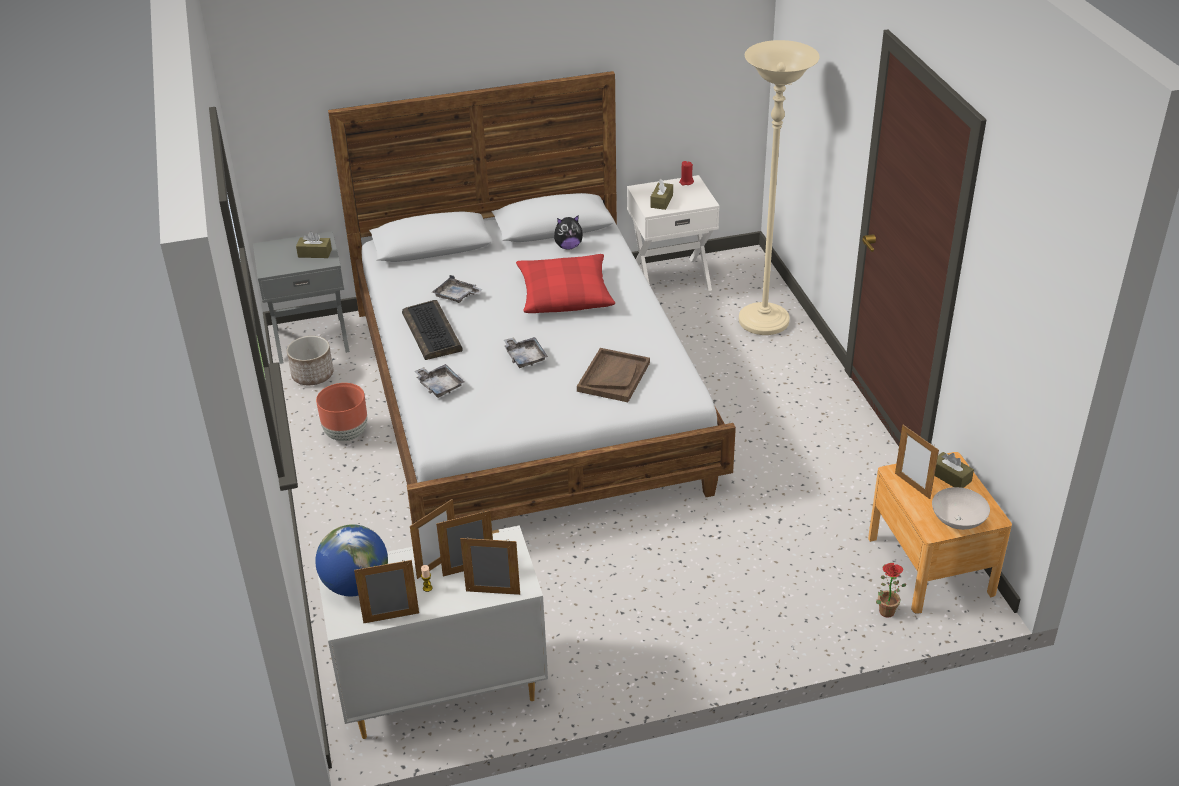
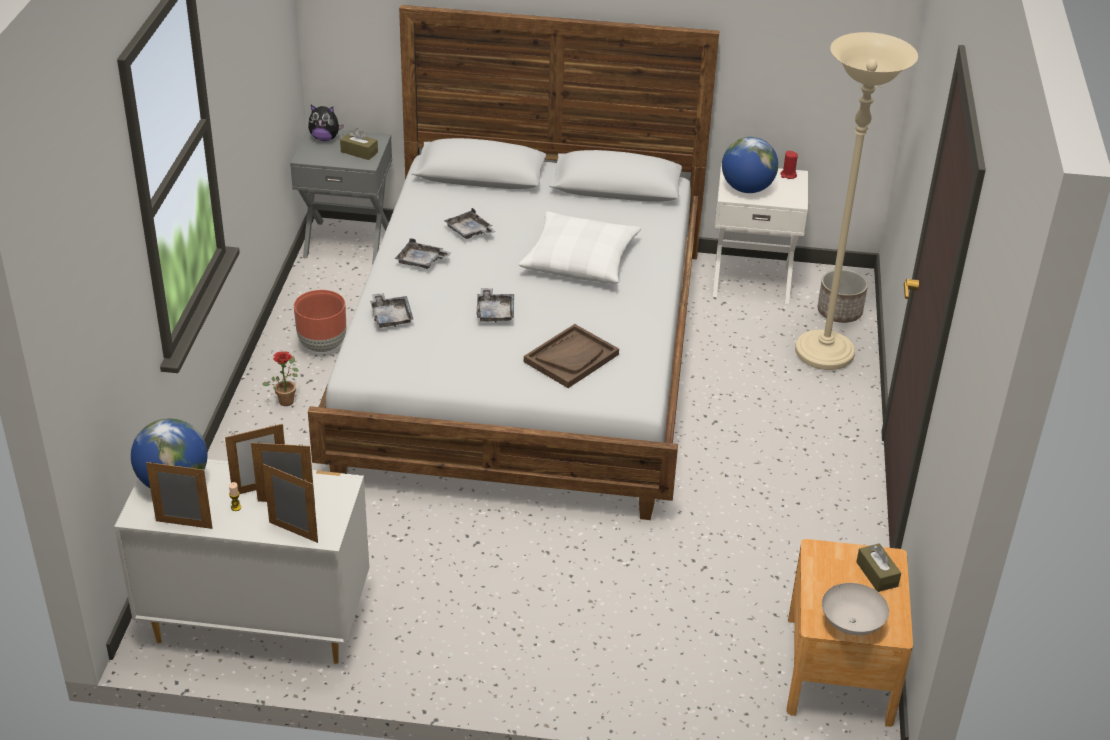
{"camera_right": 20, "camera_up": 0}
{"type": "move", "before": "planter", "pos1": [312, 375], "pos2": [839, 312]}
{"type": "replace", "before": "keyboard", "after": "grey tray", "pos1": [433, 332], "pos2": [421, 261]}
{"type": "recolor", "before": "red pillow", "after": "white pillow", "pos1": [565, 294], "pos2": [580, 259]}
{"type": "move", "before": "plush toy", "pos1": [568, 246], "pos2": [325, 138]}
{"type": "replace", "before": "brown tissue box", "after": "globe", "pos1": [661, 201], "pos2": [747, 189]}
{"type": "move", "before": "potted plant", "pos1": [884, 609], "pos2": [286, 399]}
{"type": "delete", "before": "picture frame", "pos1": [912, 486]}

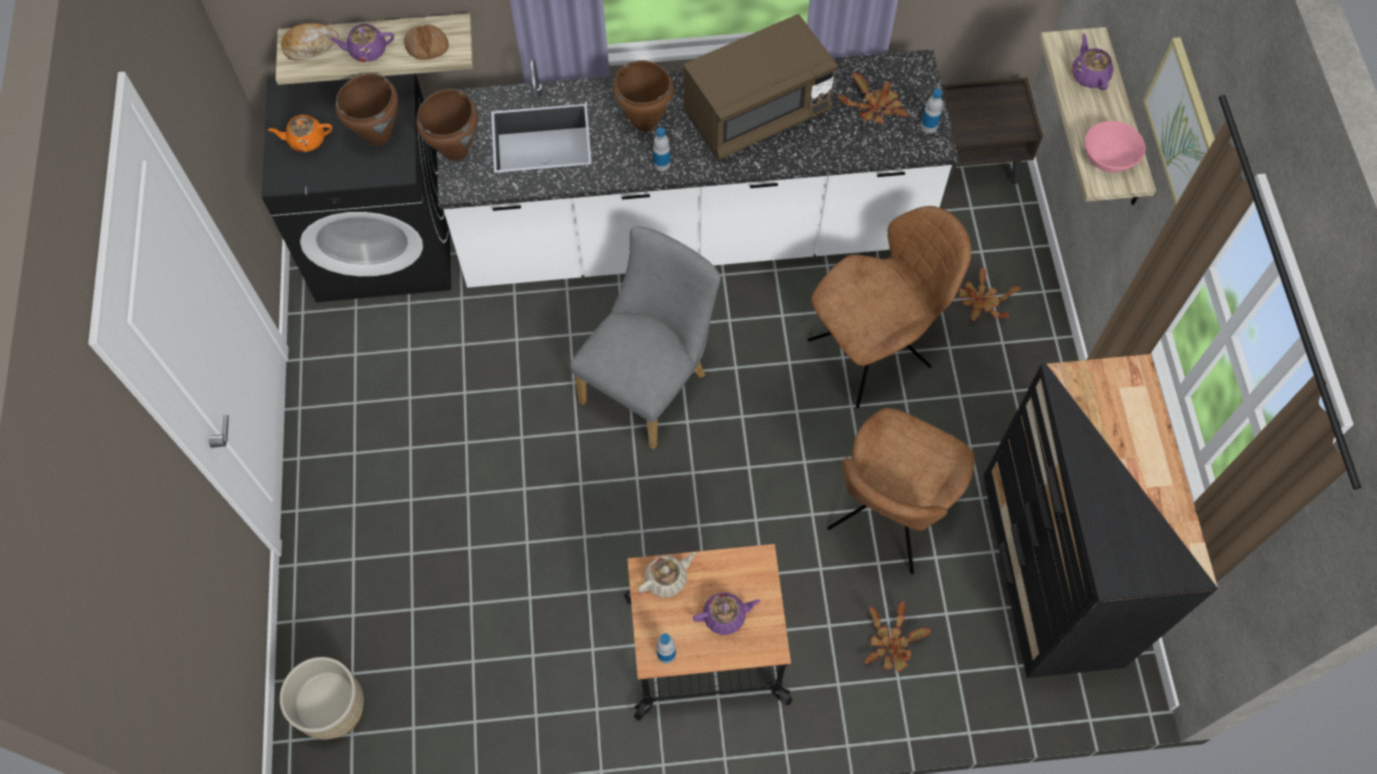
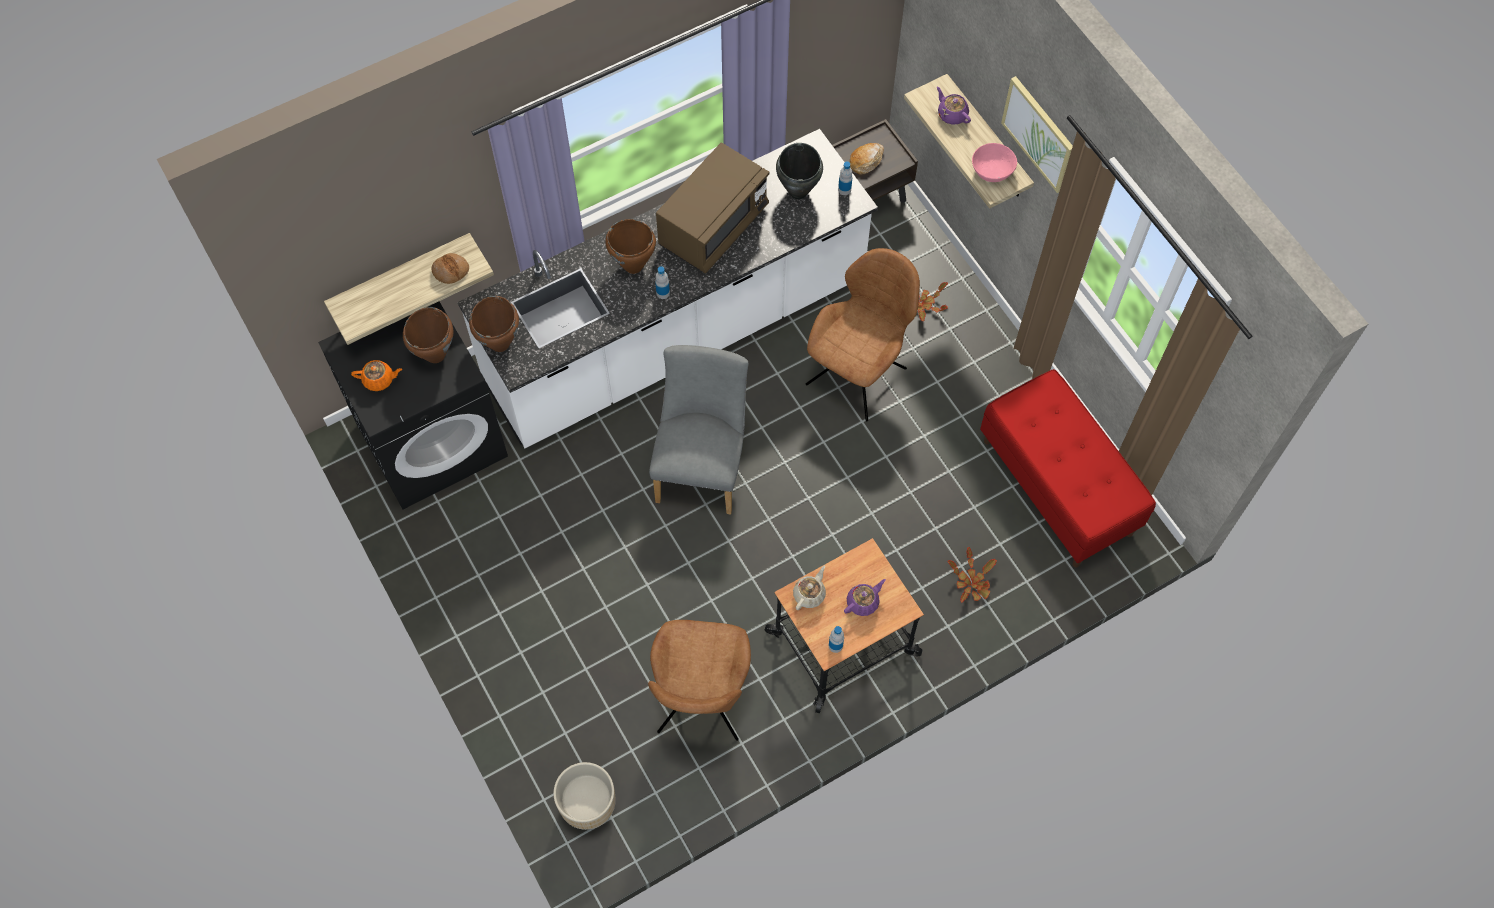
{"camera_right": -25, "camera_up": 0}
{"type": "rotate", "before": "orange teapot", "pos1": [306, 140], "pos2": [379, 380], "turn": -150}
{"type": "move", "before": "bread", "pos1": [310, 46], "pos2": [866, 161]}
{"type": "delete", "before": "purple teapot", "pos1": [367, 51]}
{"type": "move", "before": "brown chair", "pos1": [888, 517], "pos2": [701, 702]}
{"type": "replace", "before": "potted plant", "after": "black cooking pot", "pos1": [874, 109], "pos2": [798, 191]}
{"type": "replace", "before": "black dresser", "after": "red bench", "pos1": [1047, 575], "pos2": [1057, 487]}

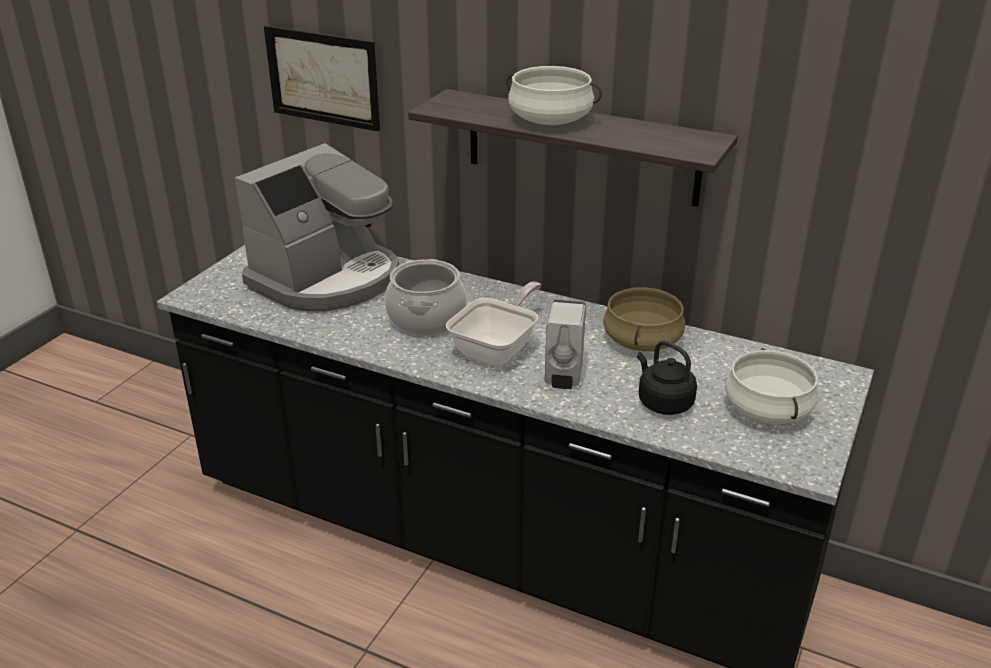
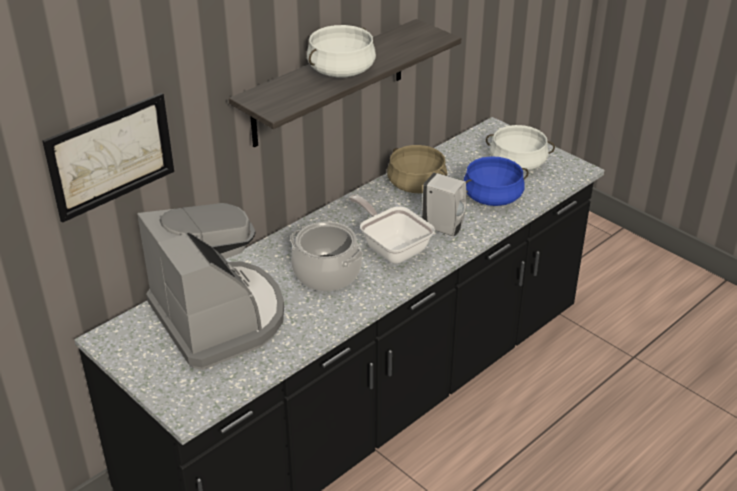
{"camera_right": -70, "camera_up": 5}
{"type": "replace", "before": "black kettle", "after": "blue cooking pot", "pos1": [663, 402], "pos2": [492, 197]}

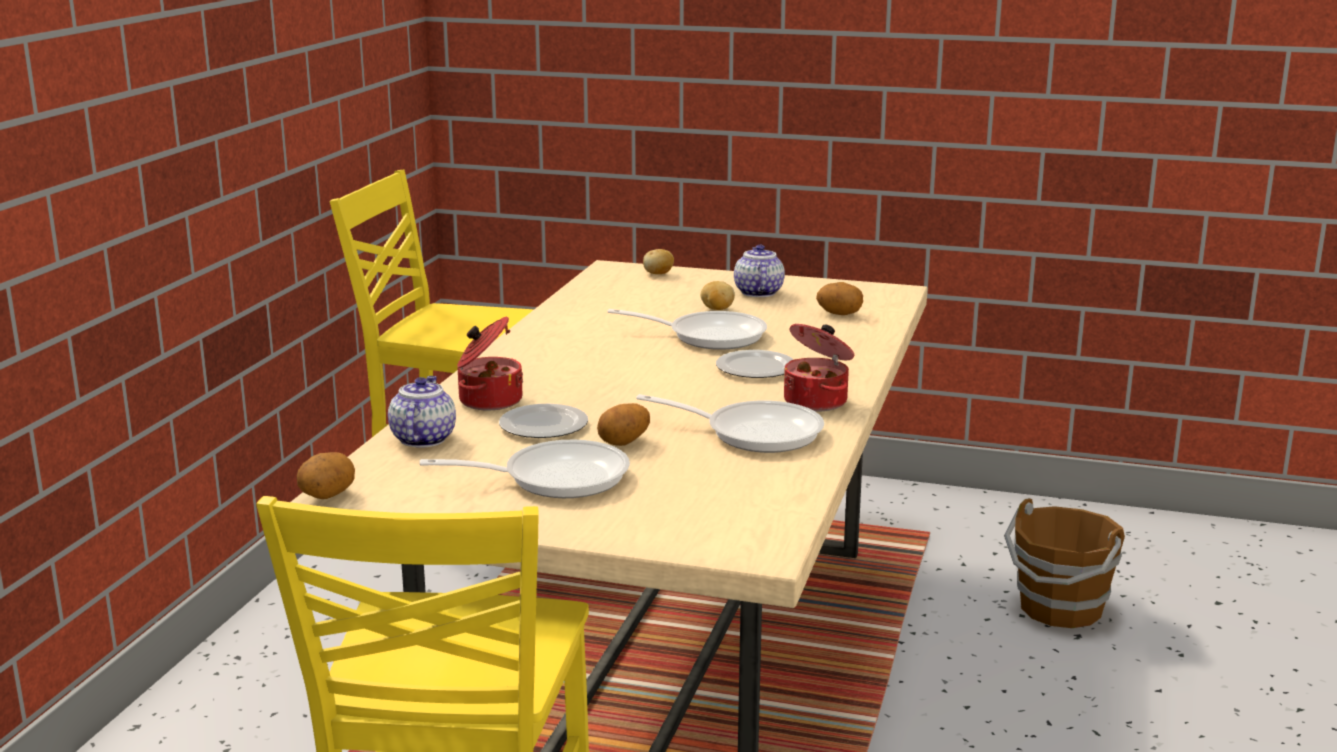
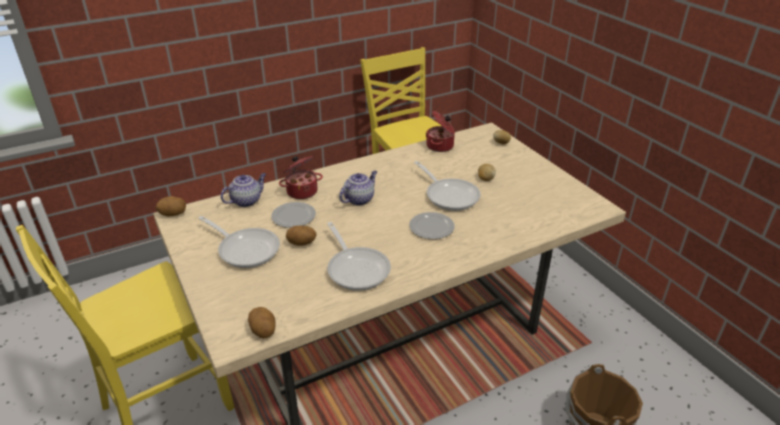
{"camera_right": 45, "camera_up": 15}
{"type": "move", "before": "teapot", "pos1": [757, 292], "pos2": [359, 199]}
{"type": "move", "before": "cooking pot", "pos1": [817, 401], "pos2": [440, 146]}
{"type": "move", "before": "potato", "pos1": [839, 314], "pos2": [263, 331]}

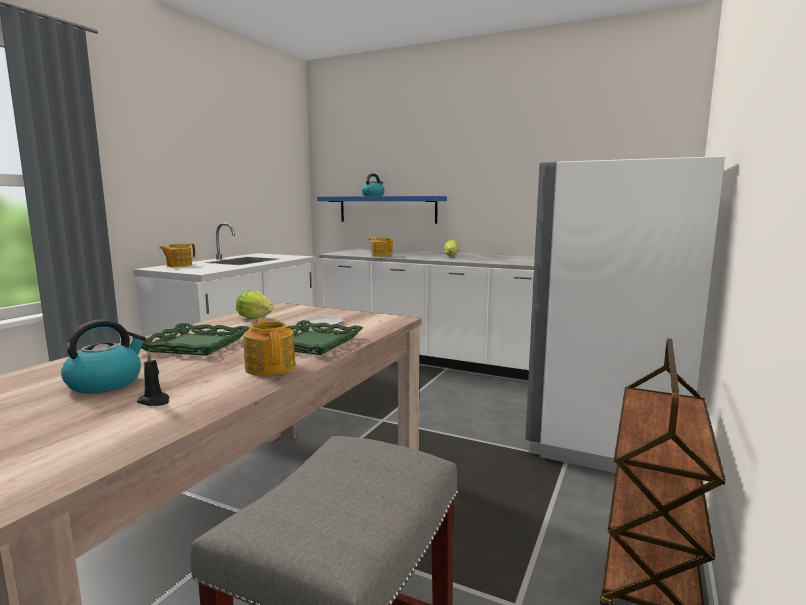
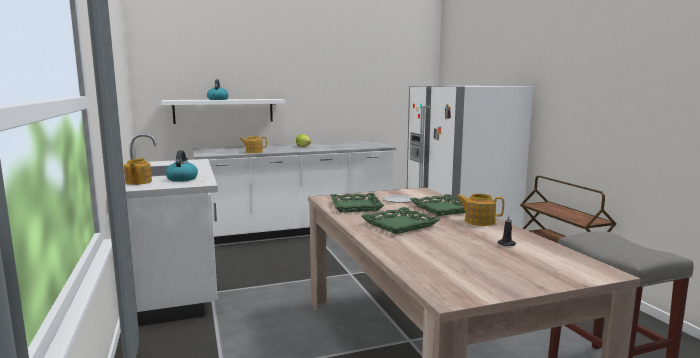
{"camera_right": -45, "camera_up": 0}
{"type": "move", "before": "kettle", "pos1": [106, 383], "pos2": [182, 179]}
{"type": "replace", "before": "lettuce", "after": "green tray", "pos1": [257, 319], "pos2": [355, 206]}
{"type": "recolor", "before": "blue shelf", "after": "white shelf", "pos1": [387, 209], "pos2": [224, 111]}

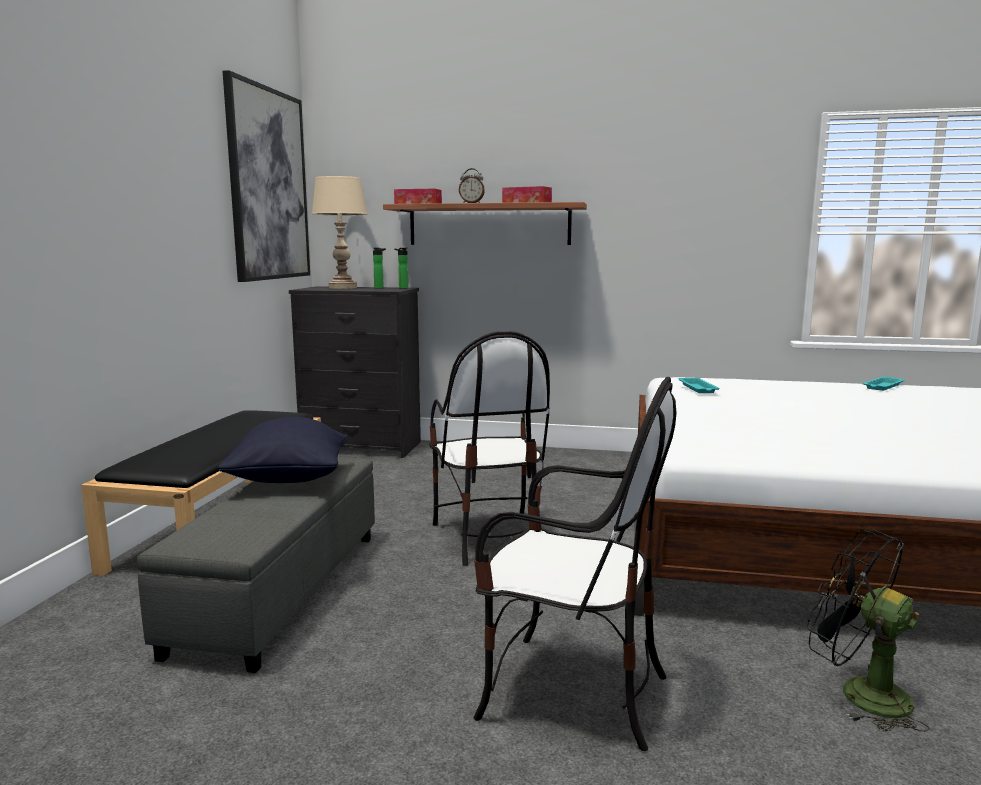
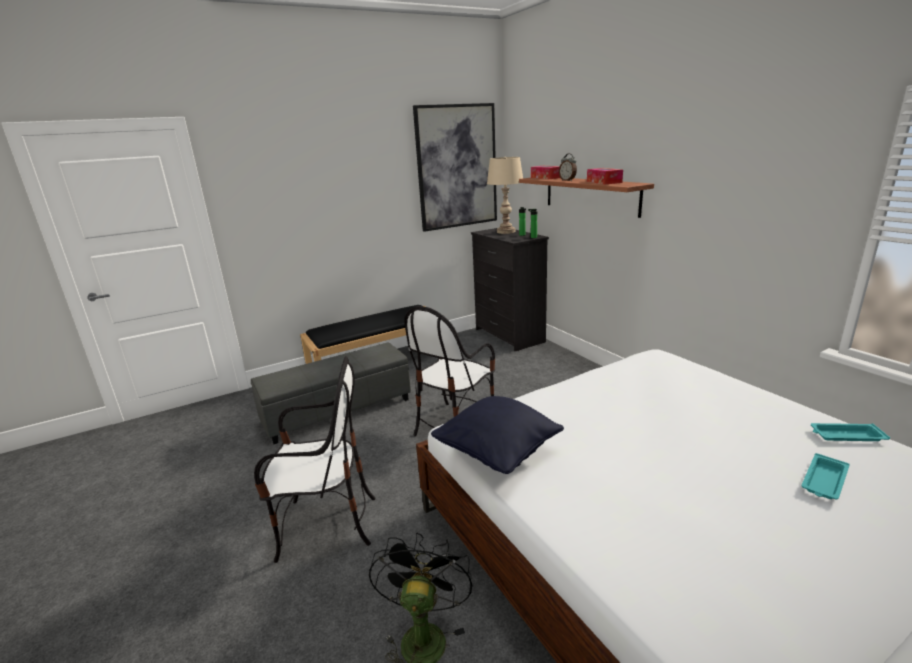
{"camera_right": 50, "camera_up": 10}
{"type": "move", "before": "black pillow", "pos1": [289, 481], "pos2": [497, 453]}
{"type": "rotate", "before": "chair", "pos1": [571, 693], "pos2": [326, 526], "turn": -75}
{"type": "move", "before": "turquoise tray", "pos1": [698, 388], "pos2": [824, 481]}

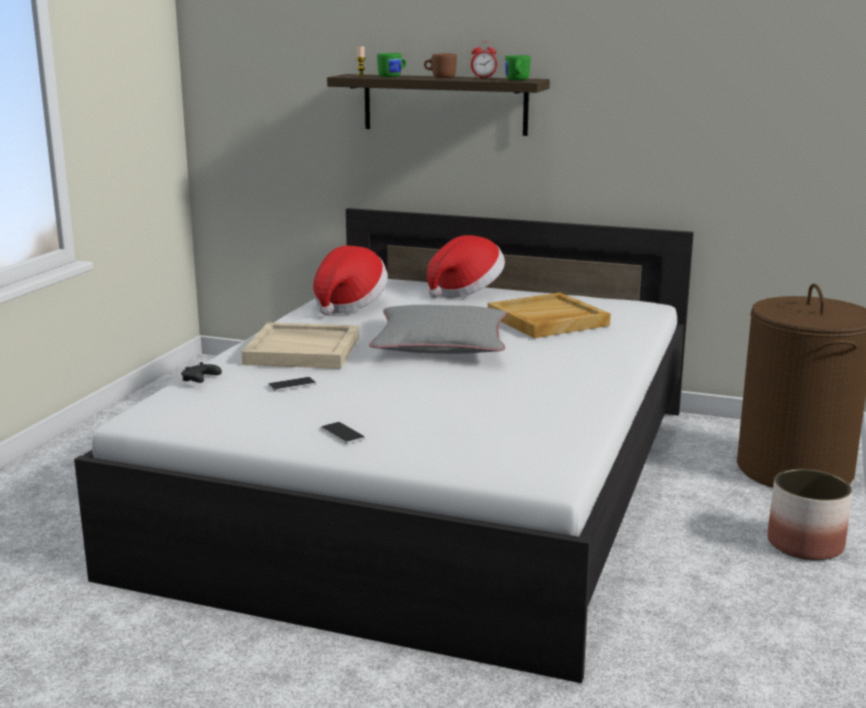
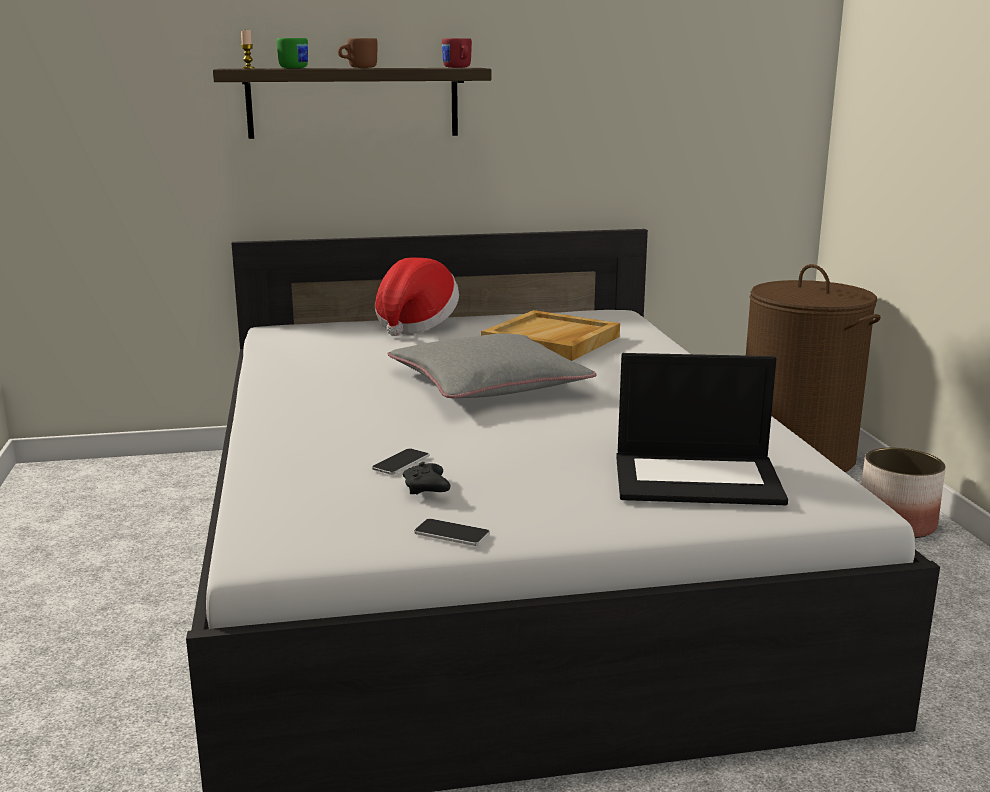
{"camera_right": -30, "camera_up": 0}
{"type": "move", "before": "black game controller", "pos1": [200, 380], "pos2": [426, 489]}
{"type": "delete", "before": "beige tray", "pos1": [304, 350]}
{"type": "delete", "before": "hat", "pos1": [348, 305]}
{"type": "move", "before": "phone", "pos1": [342, 434], "pos2": [452, 534]}
{"type": "delete", "before": "alarm clock", "pos1": [483, 77]}
{"type": "recolor", "before": "green mug", "after": "red mug", "pos1": [516, 80], "pos2": [458, 67]}
{"type": "insert", "after": "laptop", "pos2": [698, 478]}

